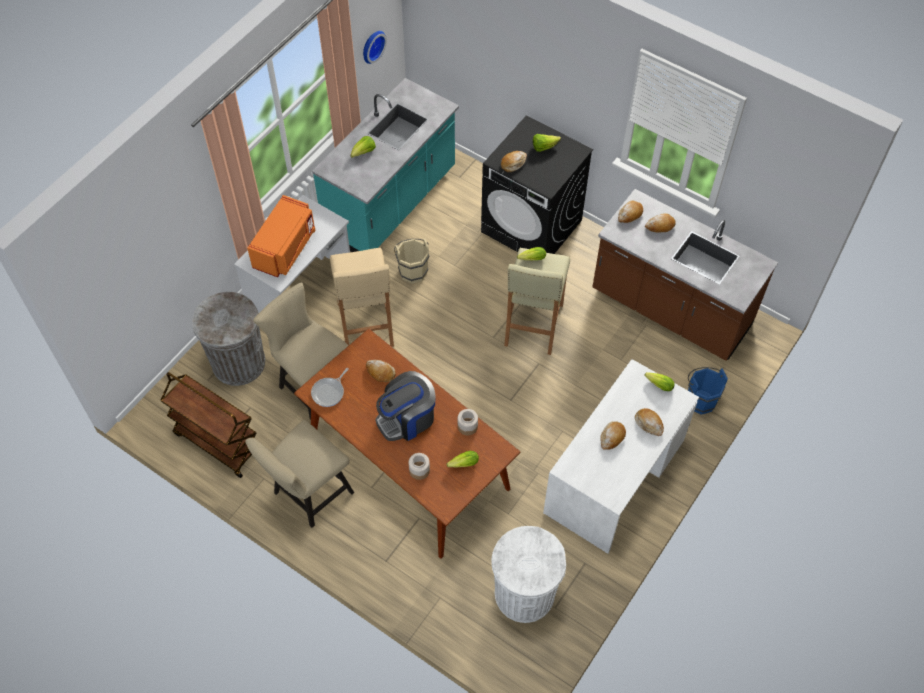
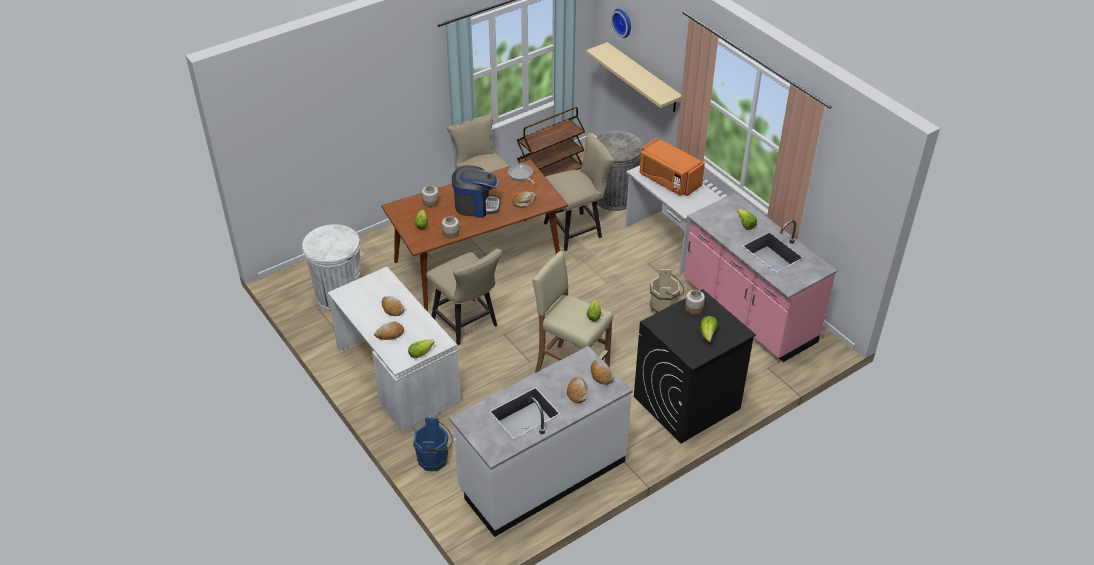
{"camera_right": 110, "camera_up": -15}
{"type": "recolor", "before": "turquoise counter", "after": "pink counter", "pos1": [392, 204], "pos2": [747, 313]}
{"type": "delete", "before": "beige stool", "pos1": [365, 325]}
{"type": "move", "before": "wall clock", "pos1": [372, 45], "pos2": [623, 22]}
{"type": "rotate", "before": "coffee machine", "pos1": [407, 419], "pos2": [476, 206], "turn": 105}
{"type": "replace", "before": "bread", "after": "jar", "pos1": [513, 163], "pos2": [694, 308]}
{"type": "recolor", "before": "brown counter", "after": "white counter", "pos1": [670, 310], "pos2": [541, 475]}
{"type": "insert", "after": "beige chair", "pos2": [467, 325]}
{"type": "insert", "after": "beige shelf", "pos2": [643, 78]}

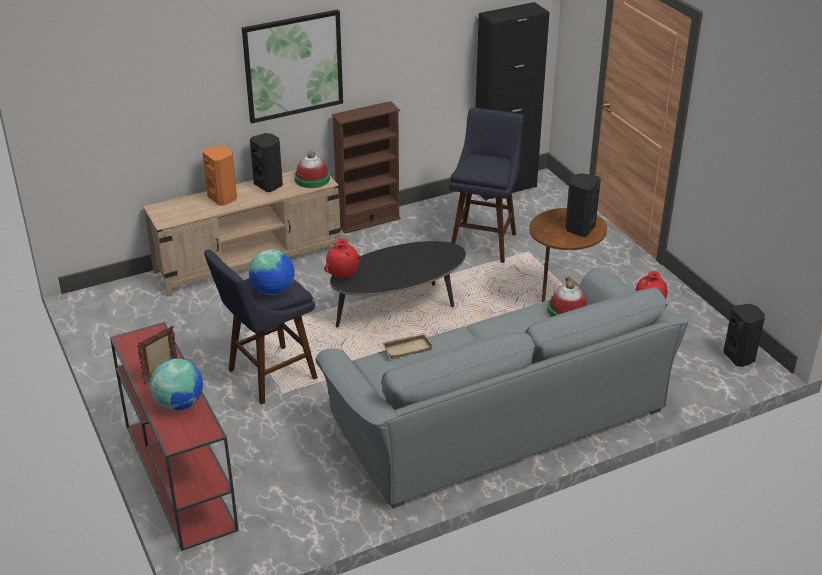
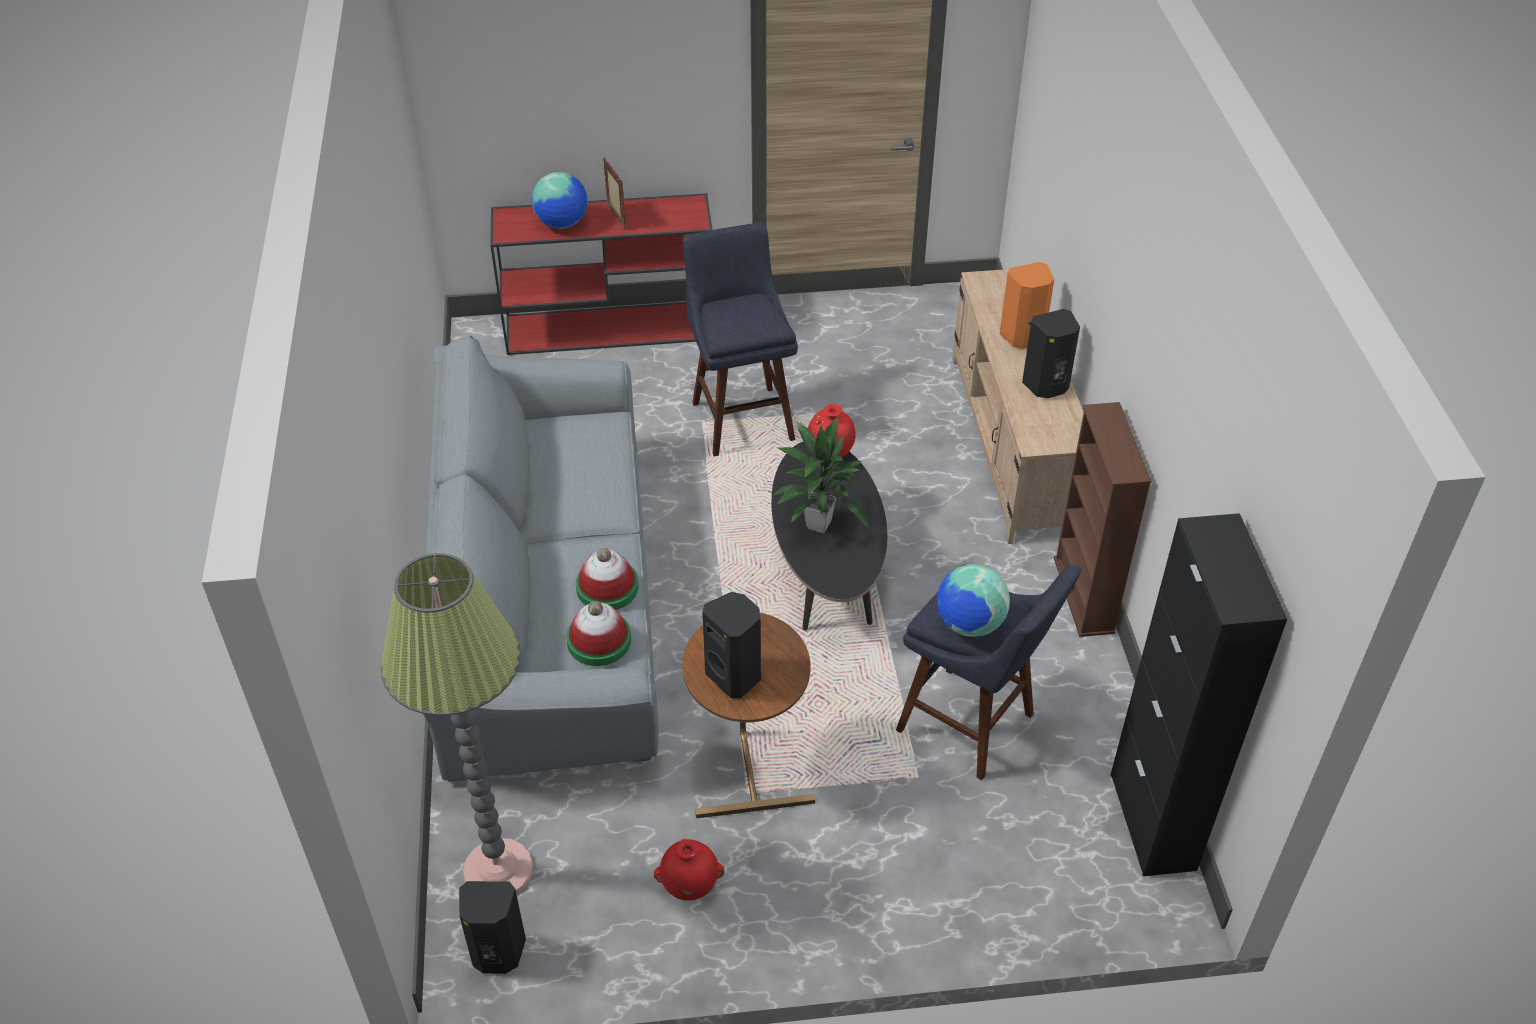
{"camera_right": 110, "camera_up": 10}
{"type": "delete", "before": "picture", "pos1": [293, 66]}
{"type": "move", "before": "globe", "pos1": [273, 291], "pos2": [969, 624]}
{"type": "move", "before": "hat", "pos1": [312, 179], "pos2": [607, 588]}
{"type": "delete", "before": "beige tray", "pos1": [407, 348]}
{"type": "insert", "after": "floor lamp", "pos2": [498, 871]}
{"type": "insert", "after": "potted plant", "pos2": [818, 525]}

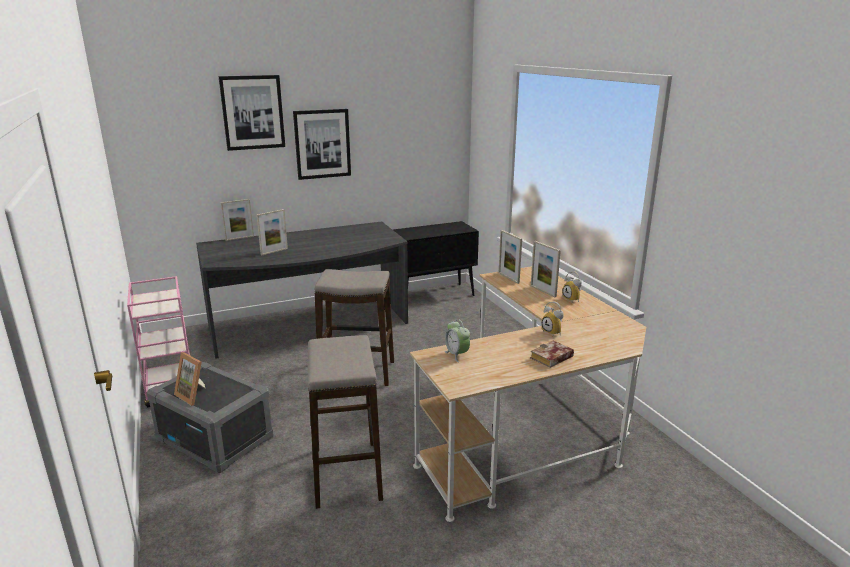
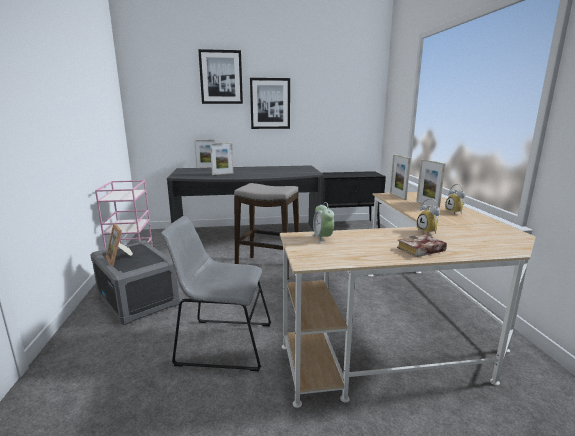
{"camera_right": 15, "camera_up": -5}
{"type": "replace", "before": "stool", "after": "grey chair", "pos1": [346, 474], "pos2": [221, 343]}

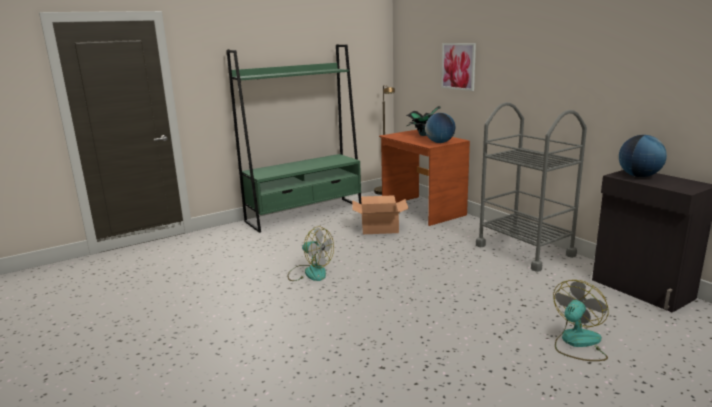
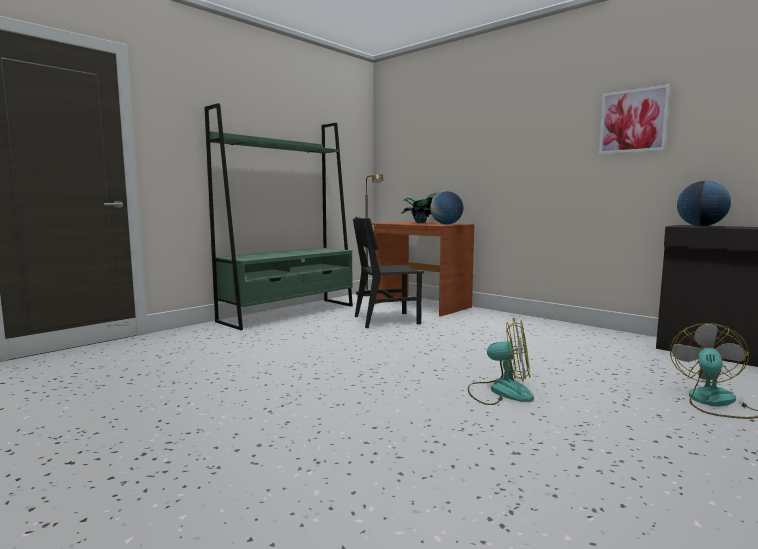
{"camera_right": -15, "camera_up": -10}
{"type": "move", "before": "fan", "pos1": [310, 272], "pos2": [500, 391]}
{"type": "replace", "before": "cardboard box", "after": "black chair", "pos1": [379, 227], "pos2": [386, 320]}
{"type": "move", "before": "picture", "pos1": [458, 66], "pos2": [633, 121]}
{"type": "delete", "before": "grey cart", "pos1": [524, 250]}

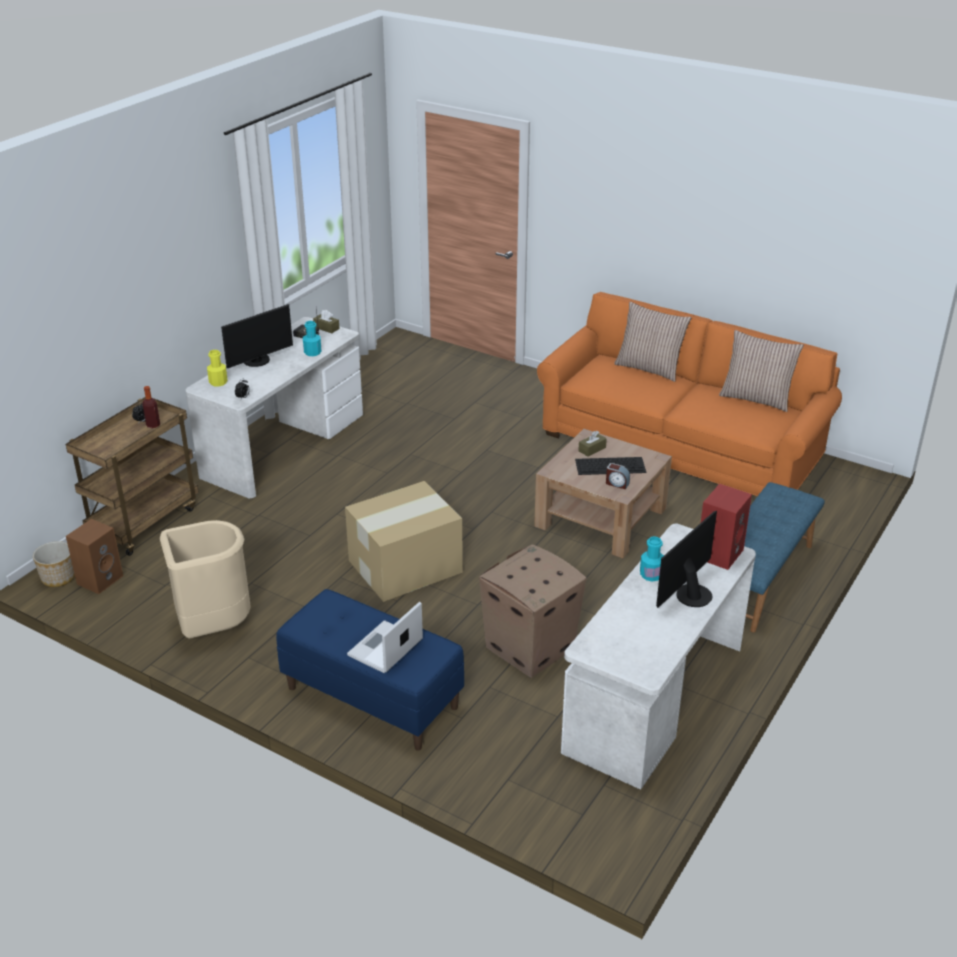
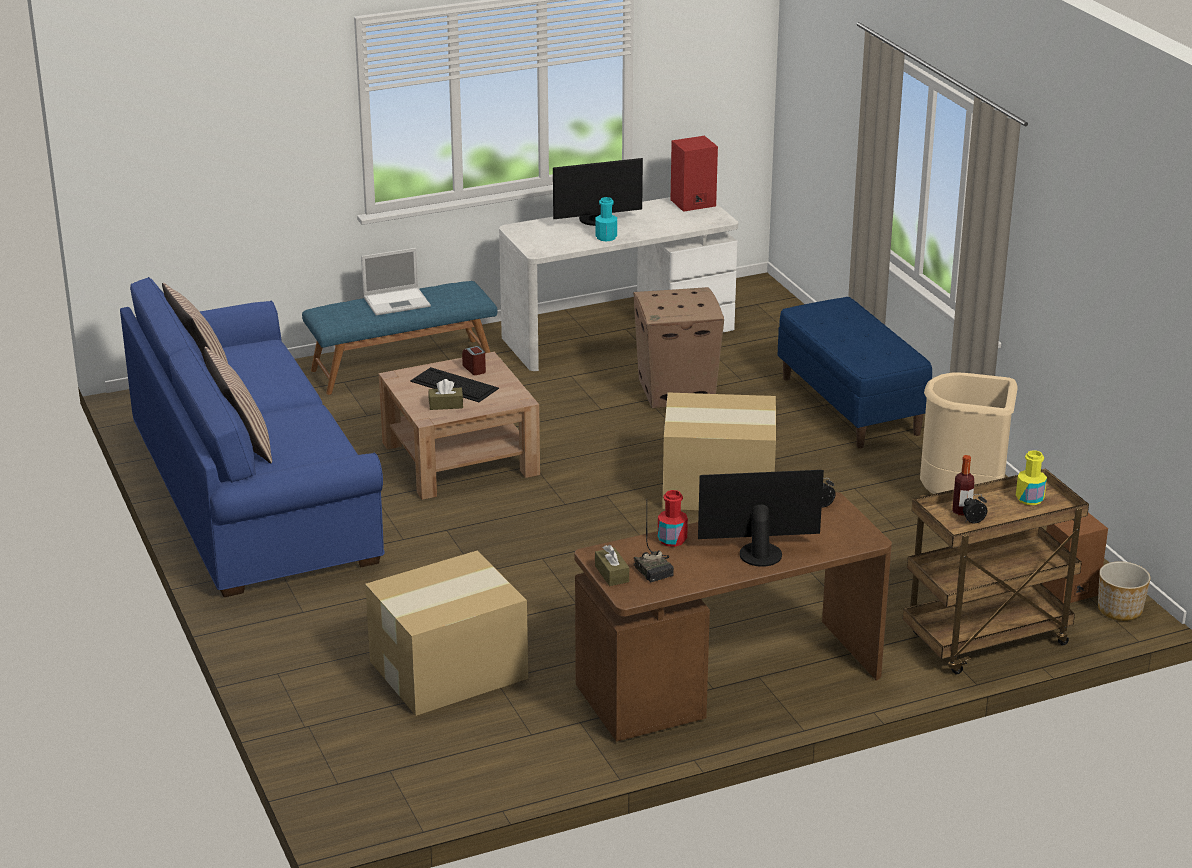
{"camera_right": -145, "camera_up": -5}
{"type": "recolor", "before": "white desk", "after": "brown desk", "pos1": [283, 445], "pos2": [729, 681]}
{"type": "move", "before": "yellow bottle", "pos1": [218, 382], "pos2": [1029, 499]}
{"type": "recolor", "before": "turquoise bottle", "after": "red bottle", "pos1": [312, 352], "pos2": [672, 540]}
{"type": "move", "before": "laptop", "pos1": [384, 648], "pos2": [398, 301]}
{"type": "recolor", "before": "orange sofa", "after": "blue sofa", "pos1": [682, 445], "pos2": [251, 492]}
{"type": "move", "before": "red speaker", "pos1": [719, 553], "pos2": [692, 203]}
{"type": "insert", "after": "cardboard box", "pos2": [451, 669]}

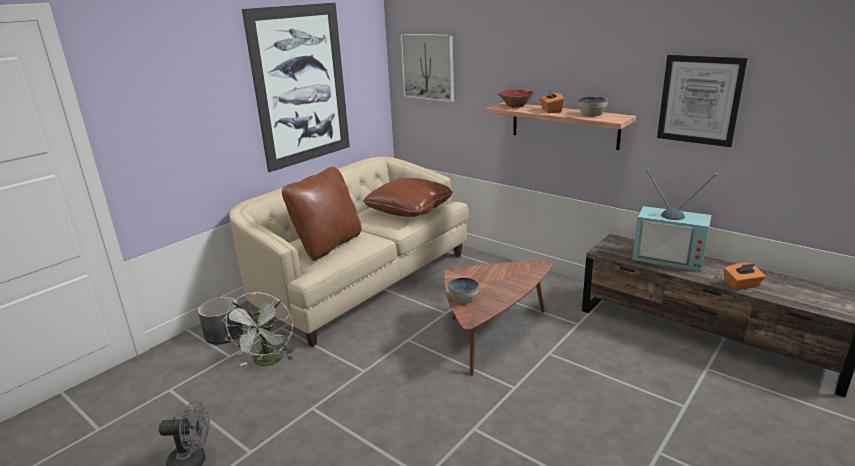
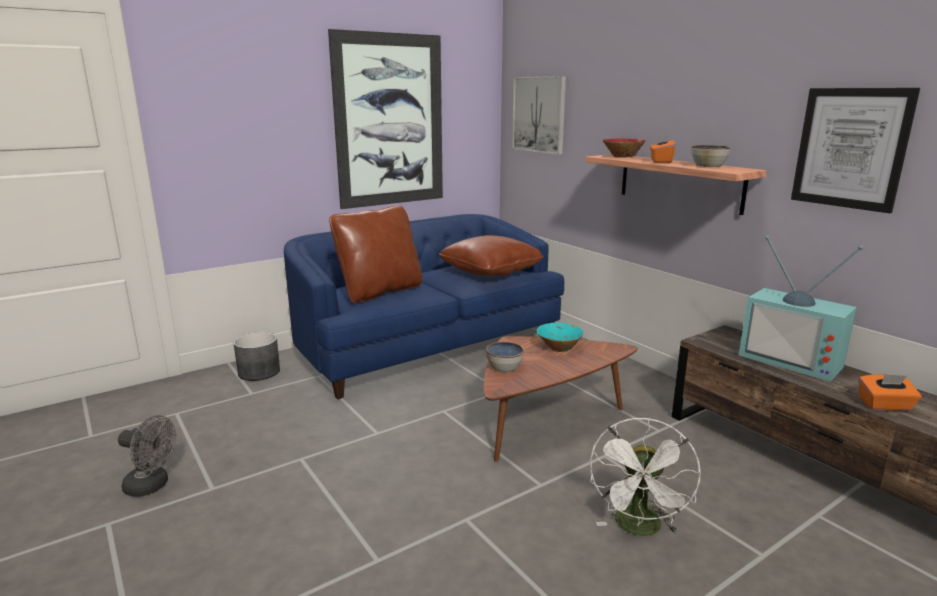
{"camera_right": 15, "camera_up": -5}
{"type": "move", "before": "white fan", "pos1": [268, 362], "pos2": [639, 529]}
{"type": "recolor", "before": "beige sofa", "after": "blue sofa", "pos1": [360, 281], "pos2": [426, 345]}
{"type": "insert", "after": "turquoise bowl", "pos2": [559, 348]}

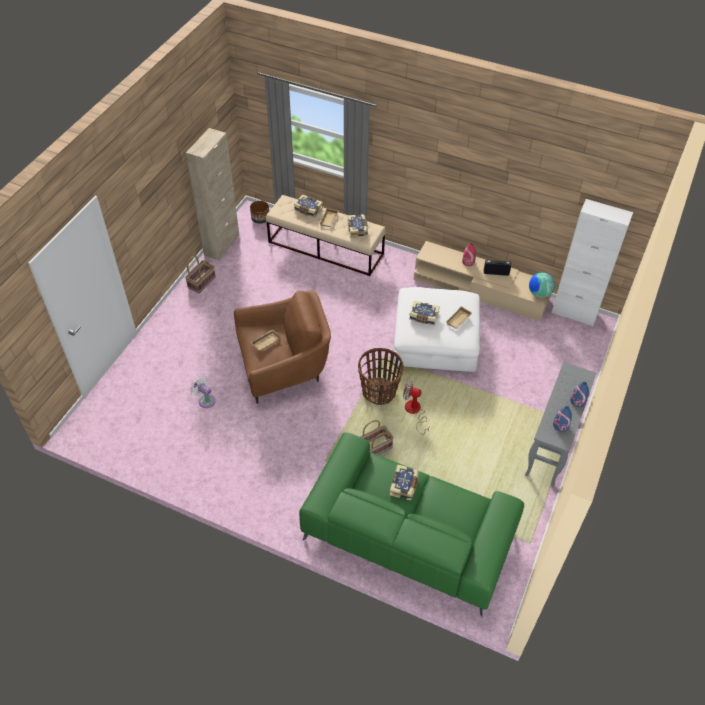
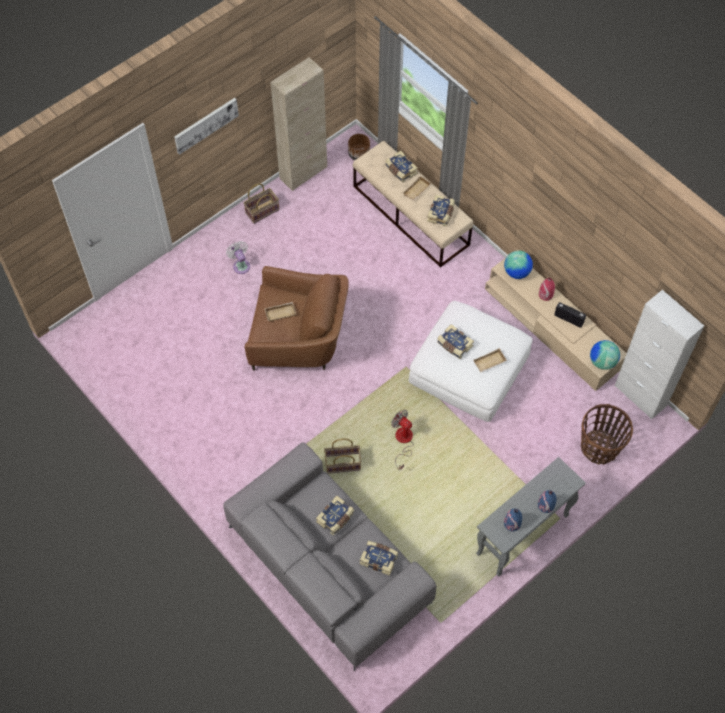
{"camera_right": 25, "camera_up": 10}
{"type": "move", "before": "white fan", "pos1": [205, 400], "pos2": [240, 265]}
{"type": "recolor", "before": "green sofa", "after": "grey sofa", "pos1": [408, 535], "pos2": [328, 564]}
{"type": "move", "before": "basket", "pos1": [379, 392], "pos2": [599, 448]}
{"type": "insert", "after": "picture", "pos2": [205, 125]}
{"type": "insert", "after": "book", "pos2": [379, 559]}
{"type": "insert", "after": "globe", "pos2": [517, 272]}

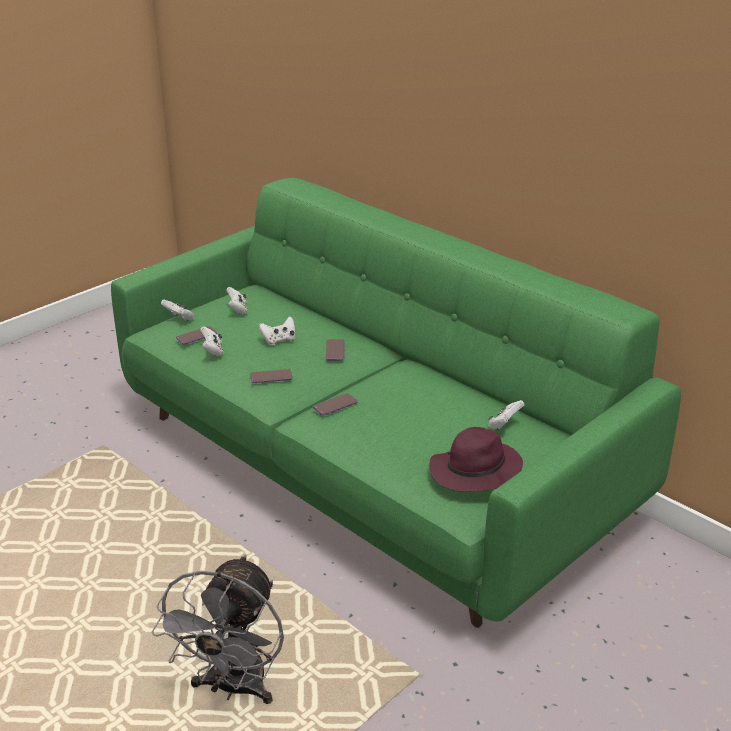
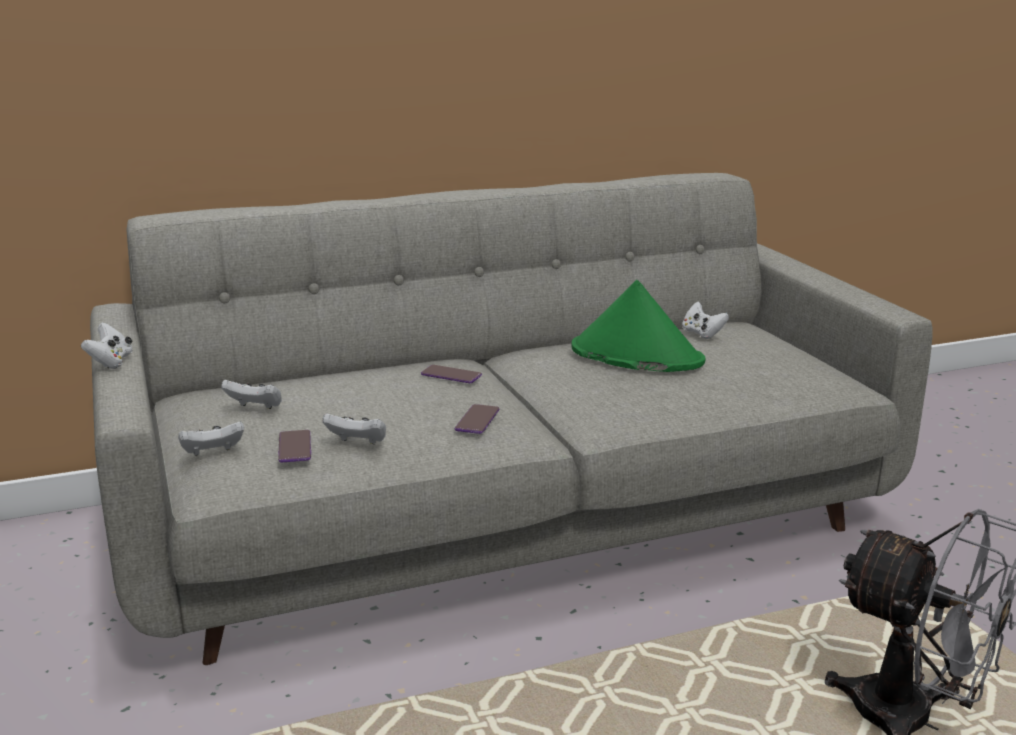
{"camera_right": -65, "camera_up": -10}
{"type": "recolor", "before": "green sofa", "after": "grey sofa", "pos1": [367, 467], "pos2": [507, 522]}
{"type": "move", "before": "white game controller", "pos1": [279, 340], "pos2": [111, 362]}
{"type": "delete", "before": "phone", "pos1": [335, 405]}
{"type": "delete", "before": "purple hat", "pos1": [474, 472]}
{"type": "insert", "after": "green hat", "pos2": [635, 355]}

